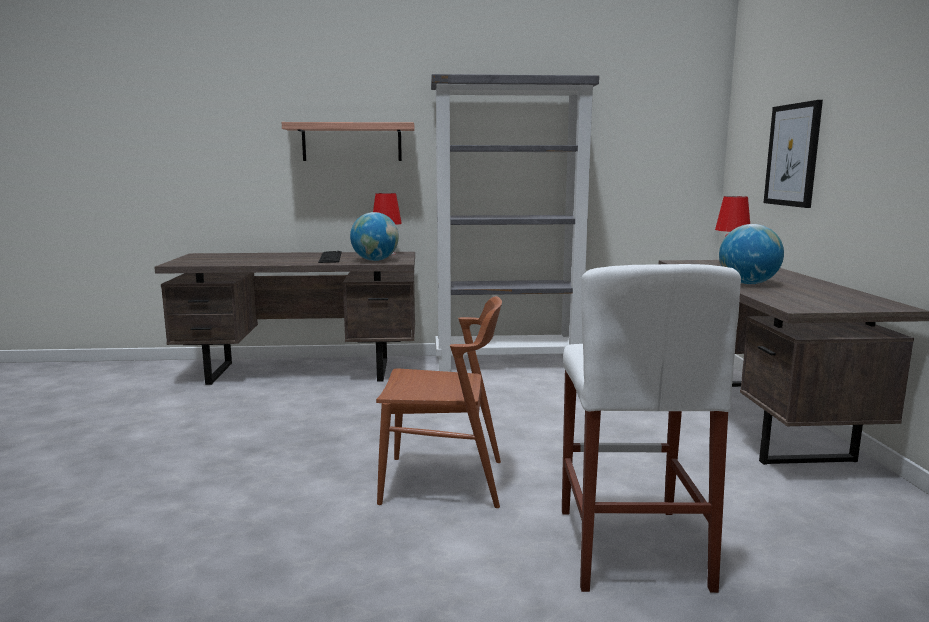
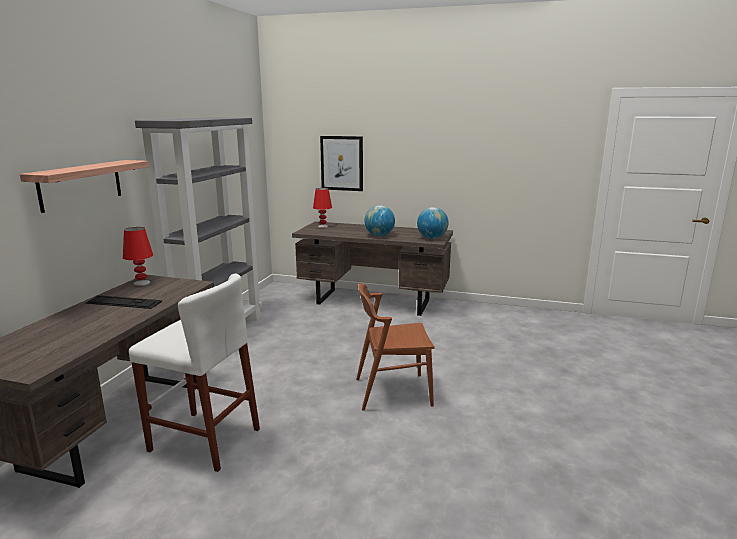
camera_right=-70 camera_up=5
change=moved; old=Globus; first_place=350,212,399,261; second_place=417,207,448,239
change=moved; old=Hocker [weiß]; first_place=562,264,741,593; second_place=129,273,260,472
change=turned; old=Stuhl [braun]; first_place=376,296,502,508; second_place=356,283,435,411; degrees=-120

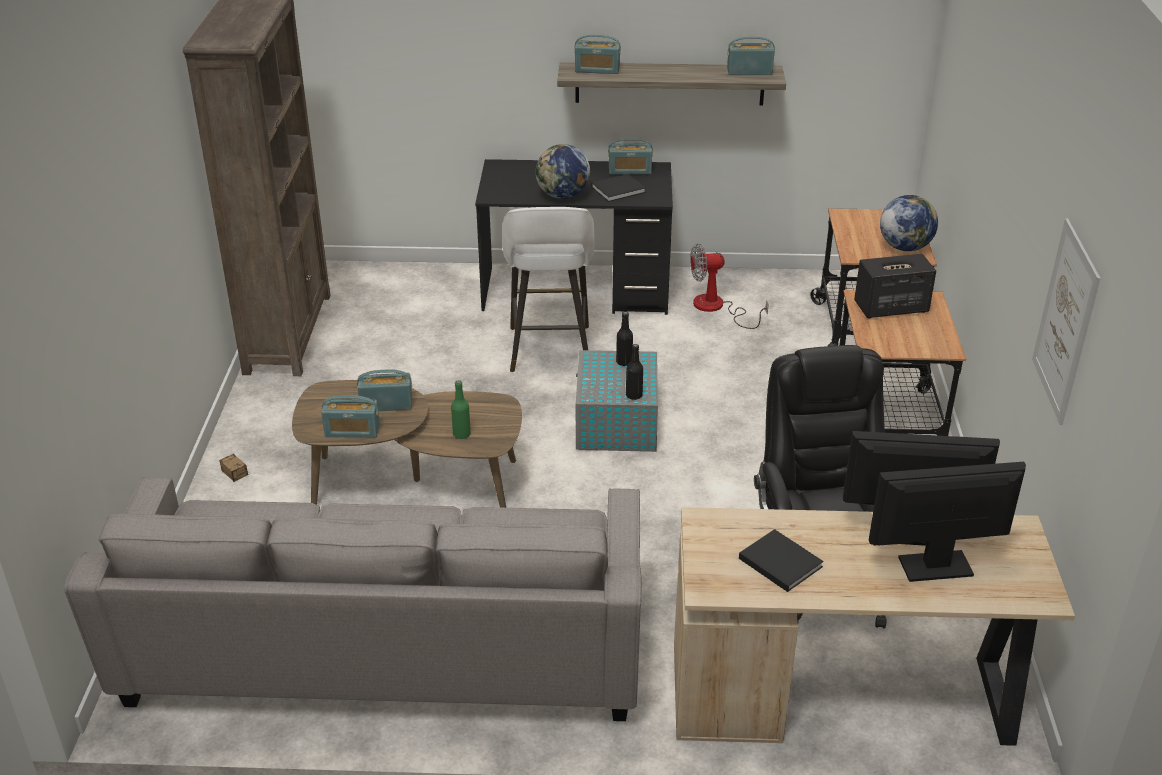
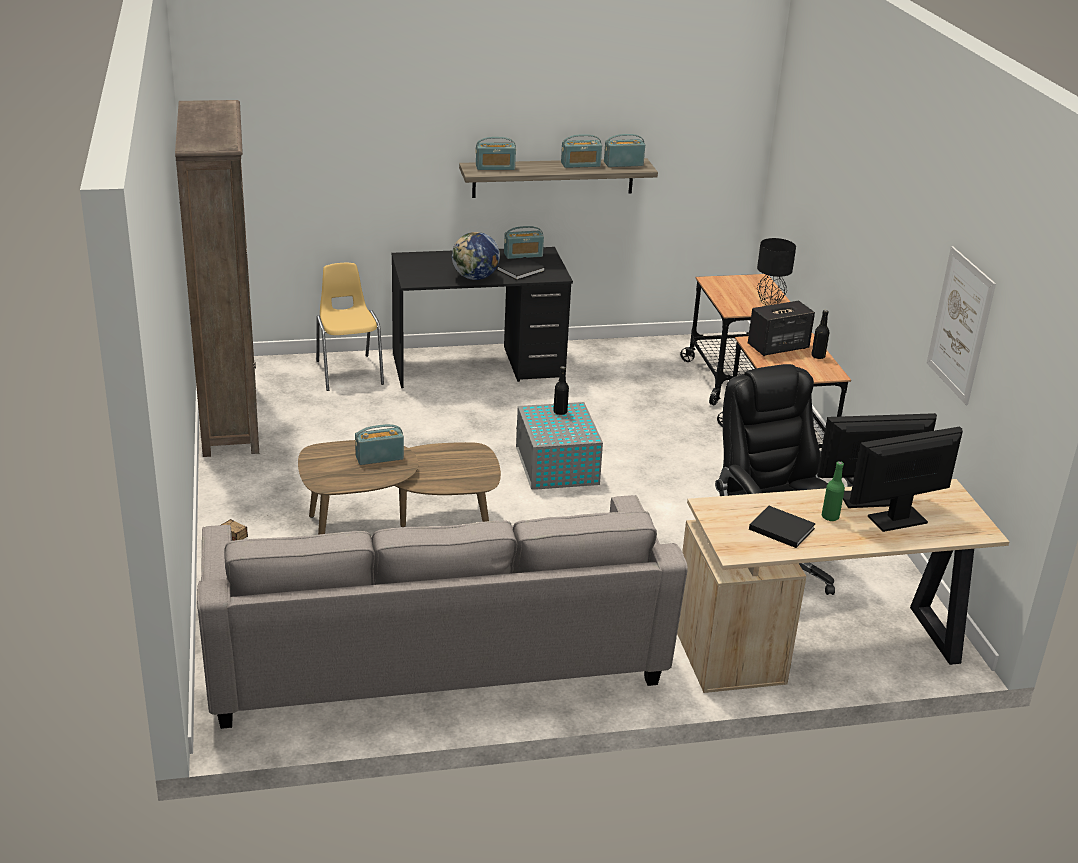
camera_right=-15 camera_up=-5
change=replaced; old=Globus; new=Tischlampe [schwarz]; first_place=880,195,938,251; second_place=757,238,796,306
change=removed; old=Hocker [weiß]; first_place=502,207,595,372
change=removed; old=Ventilator; first_place=690,244,769,329
change=moved; old=Flasche [schwarz]; first_place=626,344,643,400; second_place=811,310,829,359
change=moved; old=Flasche [grün]; first_place=451,380,471,439; second_place=822,461,845,521
change=moved; old=Radio; first_place=321,395,380,438; second_place=561,134,602,168
change=added; new=Stuhl [gelb]; second_place=316,263,384,391

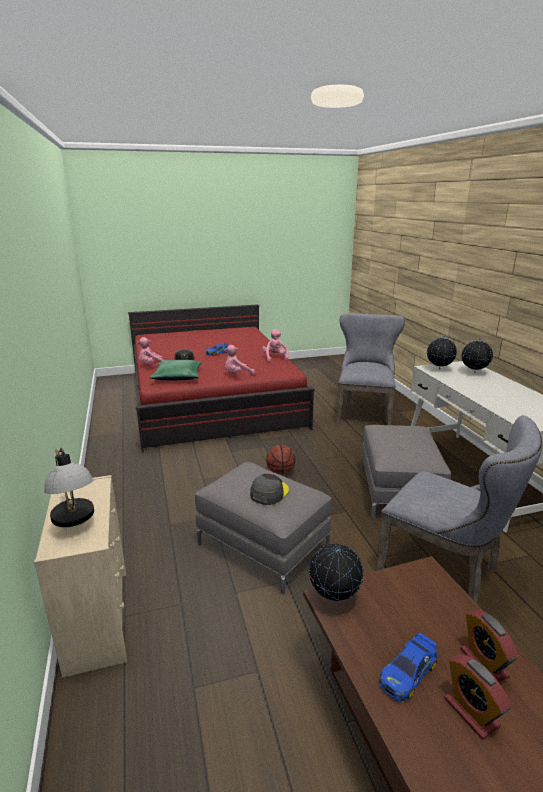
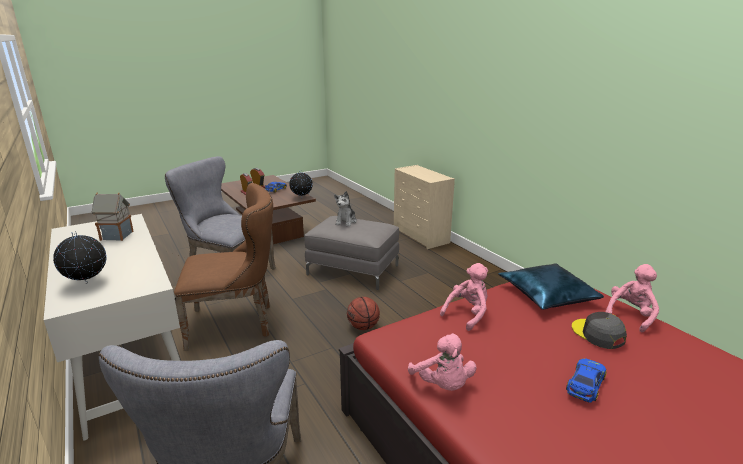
camera_right=165 camera_up=0
change=removed; old=Globus; first_place=427,335,457,369
change=recoloured; old=Kissen [grün]; new=Kissen [blau]; first_place=149,360,202,380; second_place=498,263,604,310
change=replaced; old=Polsterhocker [grau]; new=Stuhl [braun]; first_place=361,425,451,519; second_place=174,183,273,351
change=removed; old=Tischlampe; first_place=44,448,94,527
change=replaced; old=Kappe [grau]; new=Plüschtier; first_place=250,474,289,505; second_place=334,191,357,226
change=added; new=Spielzeughaus; second_place=92,192,134,241

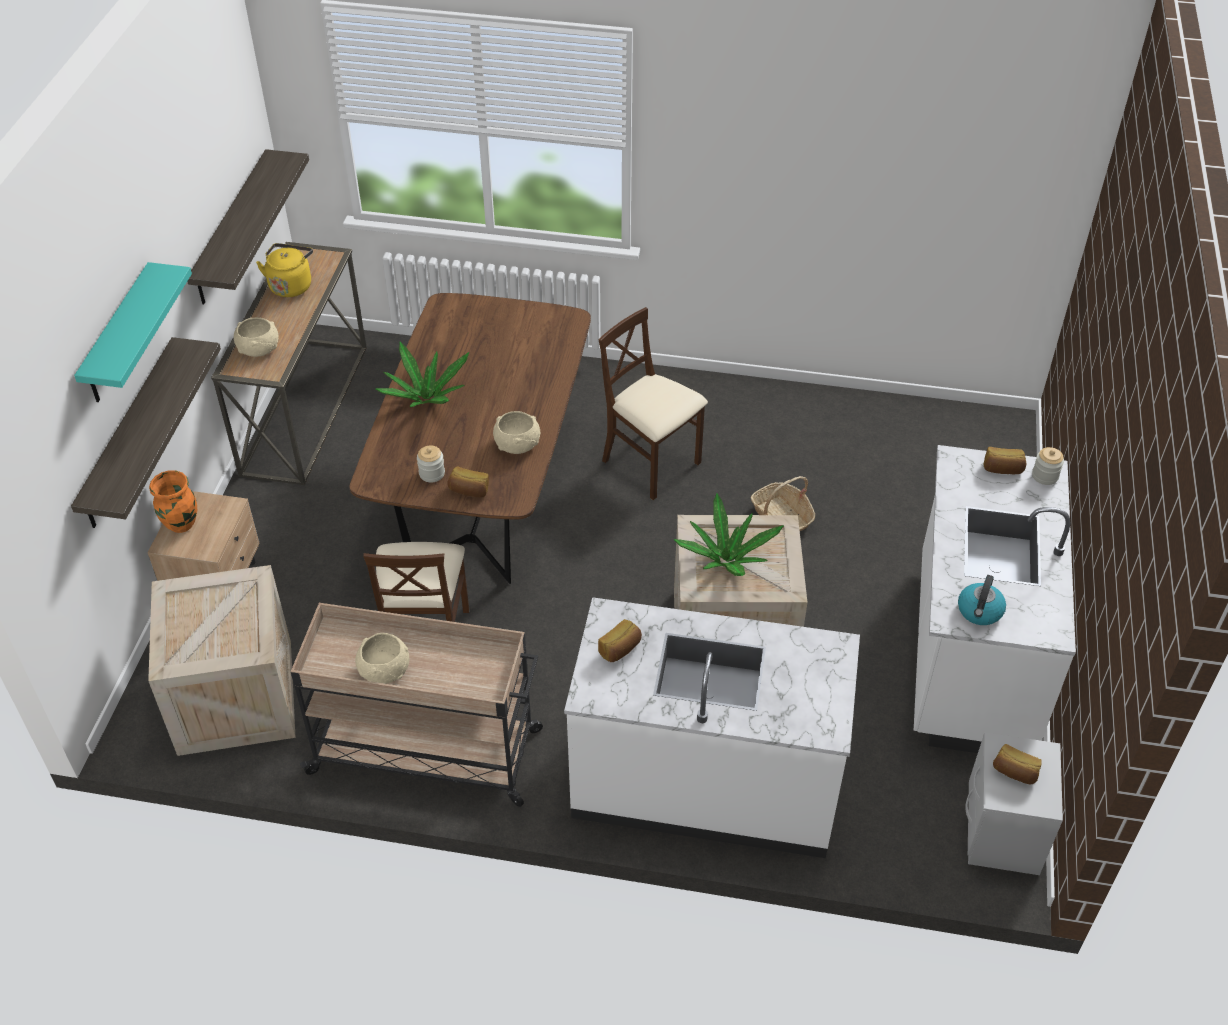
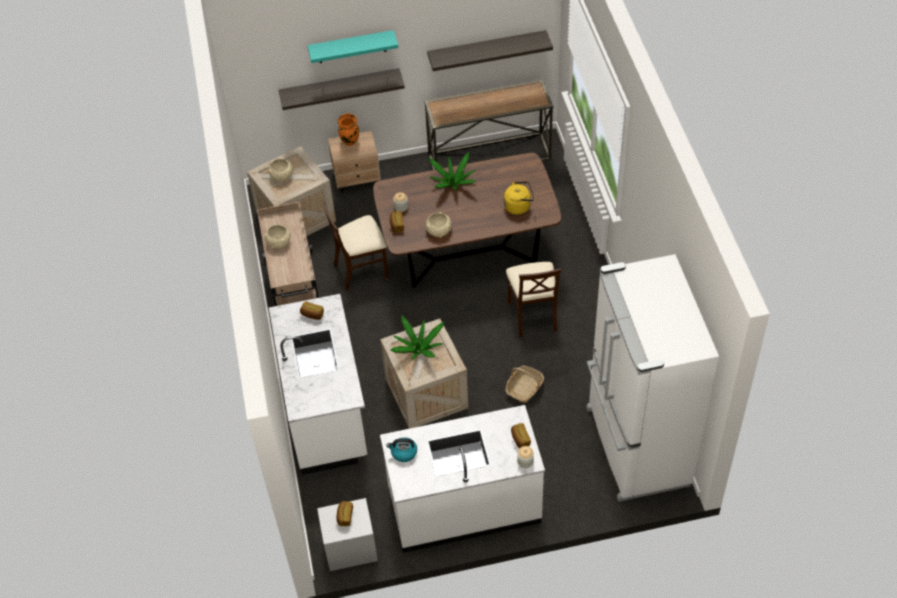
camera_right=70 camera_up=5
change=moved; old=Wasserkessel [gelb]; first_place=256,243,313,297; second_place=504,181,534,215
change=turned; old=Stuhl [beige]; first_place=598,307,708,500; second_place=506,262,561,337; degrees=150
change=moved; old=Schüssel [beige]; first_place=234,317,279,357; second_place=268,158,293,182
change=added; new=Kühlschrank [weiß]; second_place=586,254,719,502

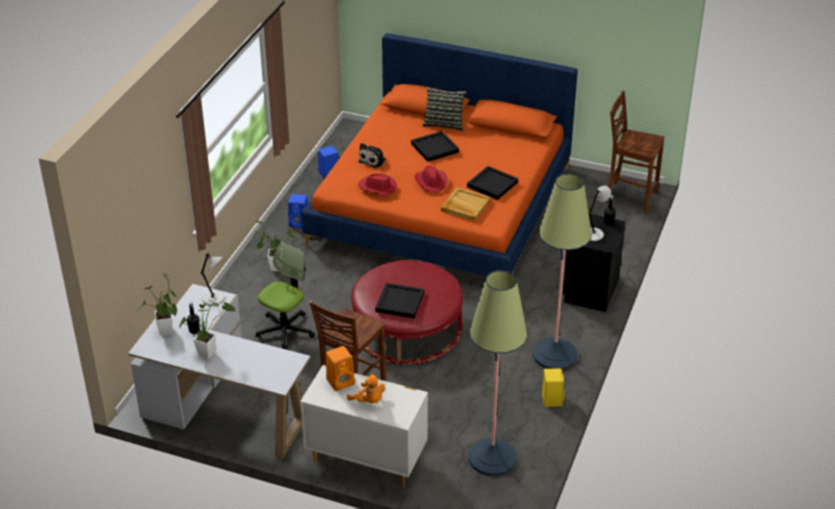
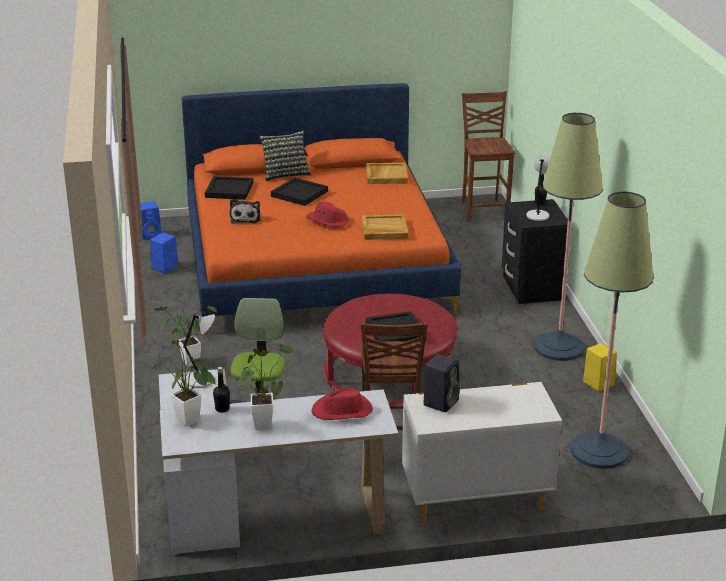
camera_right=-30 camera_up=-10
change=turned; old=Stuhl [braun]; first_place=608,91,664,213; second_place=462,91,515,222; degrees=90
change=moved; old=Tablett [schwarz]; first_place=467,166,518,200; second_place=205,176,253,200
change=moved; old=Hut [rot]; first_place=358,173,397,195; second_place=312,388,373,420
change=moved; old=Lautsprecher [blau]; first_place=288,194,308,228; second_place=140,201,162,240
change=recoloured; old=Lautsprecher [orange]; new=Lautsprecher [schwarz]; first_place=326,346,355,391; second_place=423,354,460,412
change=removed; old=Plüschtier [orange]; first_place=347,374,385,403
change=added; new=Tablett [beige]; second_place=366,163,408,184

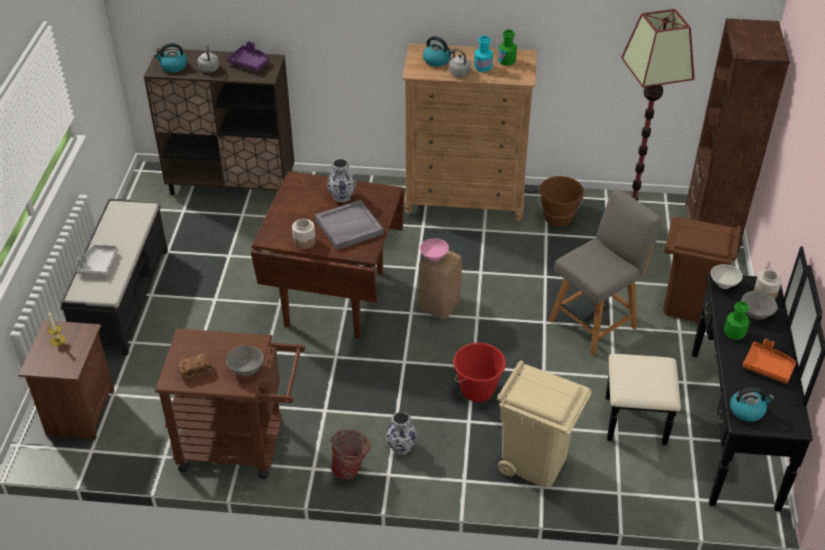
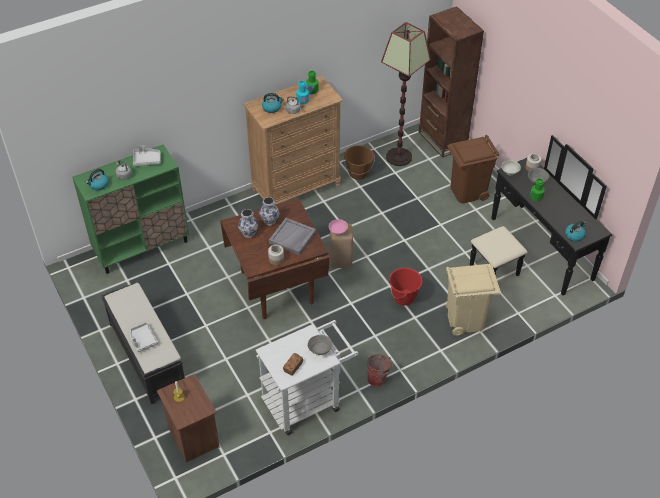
camera_right=-35 camera_up=5
change=recoloured; old=Tablett [lila]; new=Tablett [grau]; first_place=227,41,270,71; second_place=133,145,161,166
change=recoloured; old=Schrank [braun]; new=Schrank [grün]; first_place=144,48,294,195; second_place=72,145,189,274
change=removed; old=Stuhl [grau]; first_place=549,188,662,356
change=recoloured; old=Rollwagen [braun]; new=Rollwagen [weiß]; first_place=155,328,305,479; second_place=256,320,359,435
change=removed; old=Tablett [orange]; first_place=743,339,796,384
change=moved; old=Vase; first_place=386,412,416,455; second_place=238,209,258,238

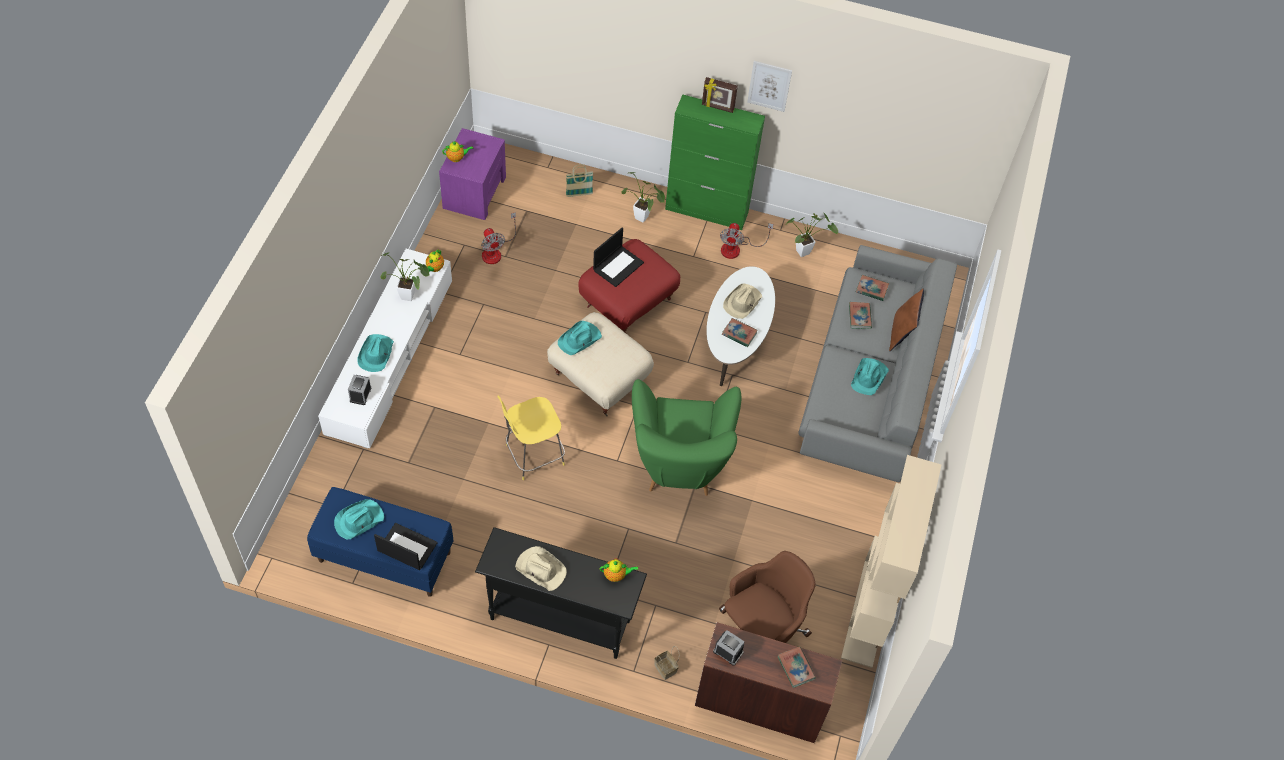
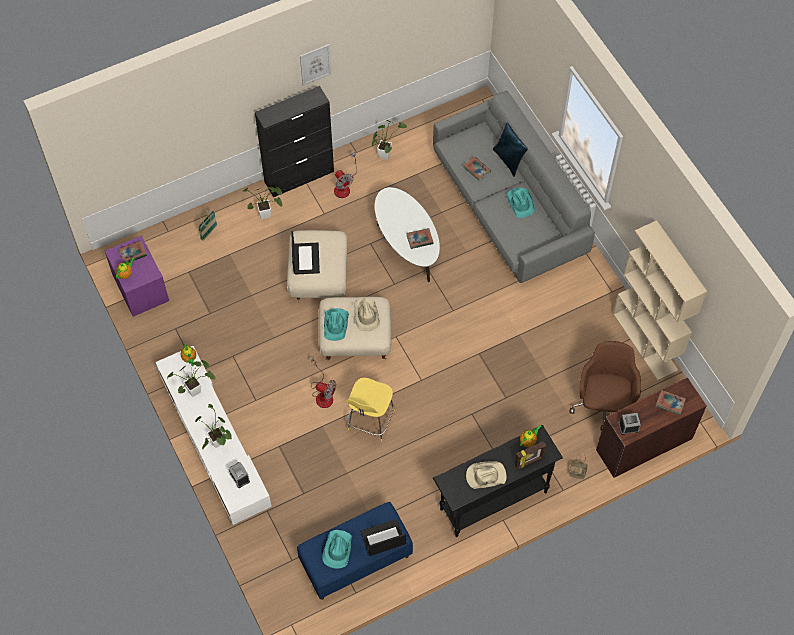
camera_right=-40 camera_up=5
change=moved; old=Bilderrahmen; first_place=702,77,738,113; second_place=515,441,546,470
change=recoloured; old=Schrank [grün]; new=Schrank [schwarz]; first_place=665,94,765,230; second_place=255,86,334,197
change=moved; old=Ventilator; first_place=481,212,516,264; second_place=311,357,336,408
change=recoloured; old=Polsterhocker [rot]; new=Polsterhocker [beige]; first_place=578,239,680,333; second_place=287,230,348,302
change=moved; old=Buch; first_place=856,275,889,301; second_place=119,241,147,263
change=moved; old=Hut [beige]; first_place=723,284,762,319; second_place=354,299,380,331
change=recoloured; old=Kissen [braun]; new=Kissen [blau]; first_place=889,289,924,351; second_place=493,122,528,177
change=replaced; old=Hut [türkis]; new=Topfpflanze; first_place=357,334,394,372; second_place=195,404,232,450
change=removed; old=Sessel [grün]; first_place=632,379,742,496

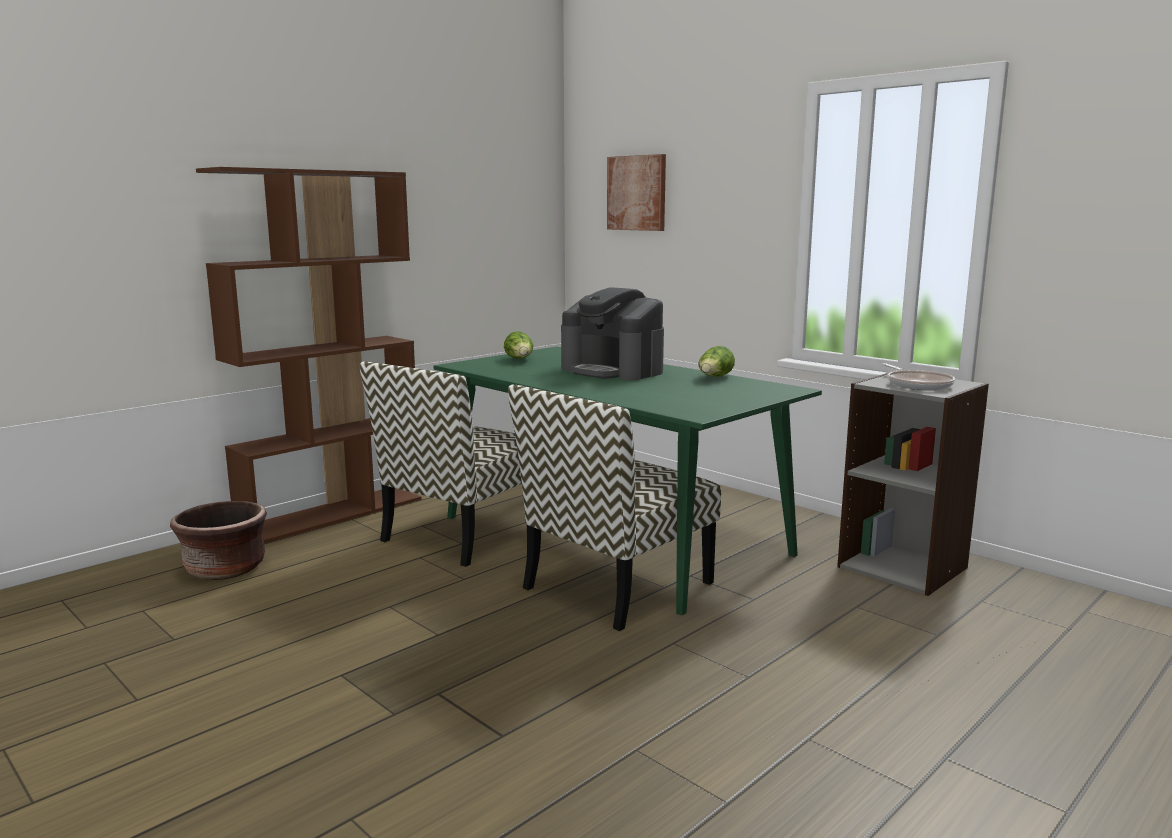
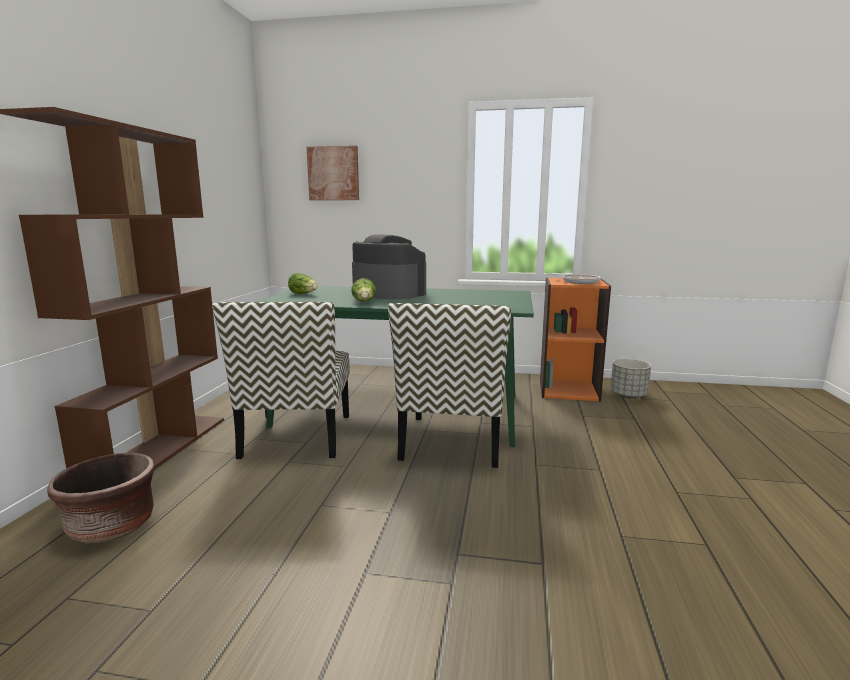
camera_right=-35 camera_up=0
change=turned; old=Kaffeemaschine; first_place=561,288,664,380; second_place=352,234,426,300; degrees=-150
change=moved; old=Salatkopf; first_place=698,346,735,377; second_place=351,278,376,302
change=recoloured; old=Bücherregal [grau]; new=Bücherregal [orange]; first_place=837,371,989,596; second_place=540,278,611,401
change=added; new=Pflanzkübel [grau]; second_place=610,359,651,398

